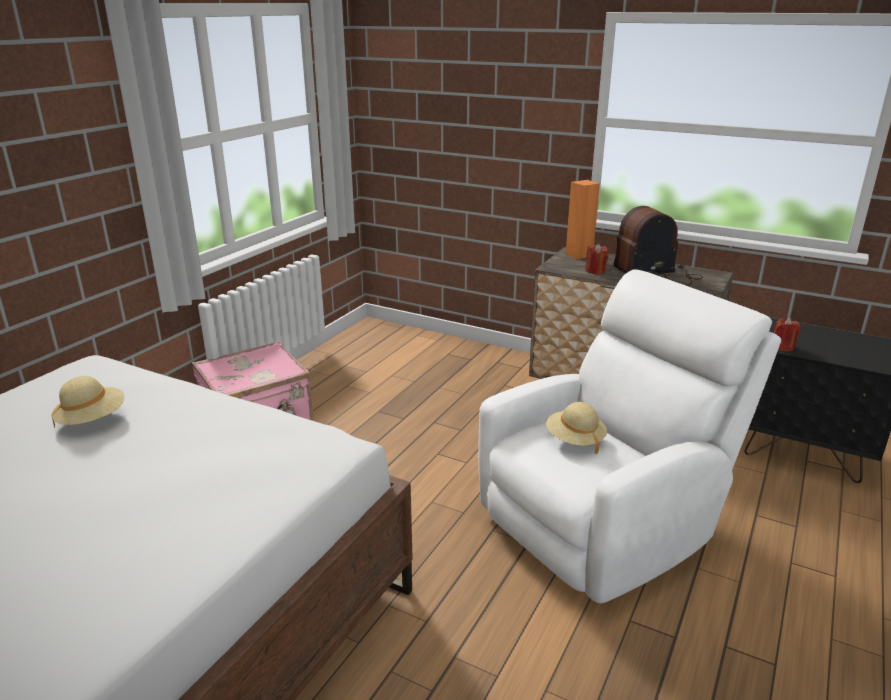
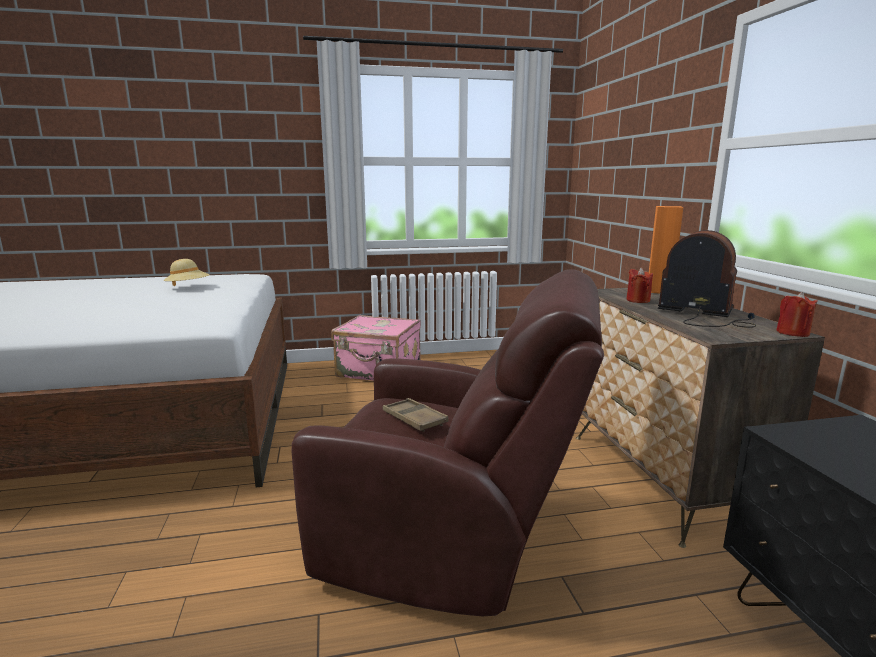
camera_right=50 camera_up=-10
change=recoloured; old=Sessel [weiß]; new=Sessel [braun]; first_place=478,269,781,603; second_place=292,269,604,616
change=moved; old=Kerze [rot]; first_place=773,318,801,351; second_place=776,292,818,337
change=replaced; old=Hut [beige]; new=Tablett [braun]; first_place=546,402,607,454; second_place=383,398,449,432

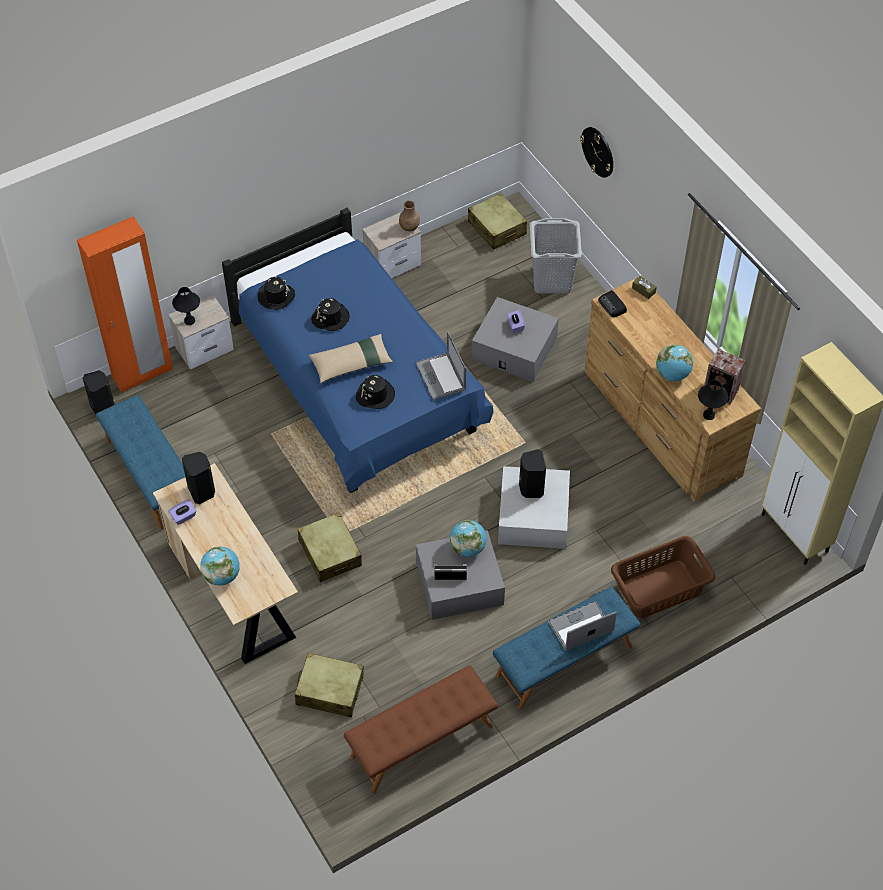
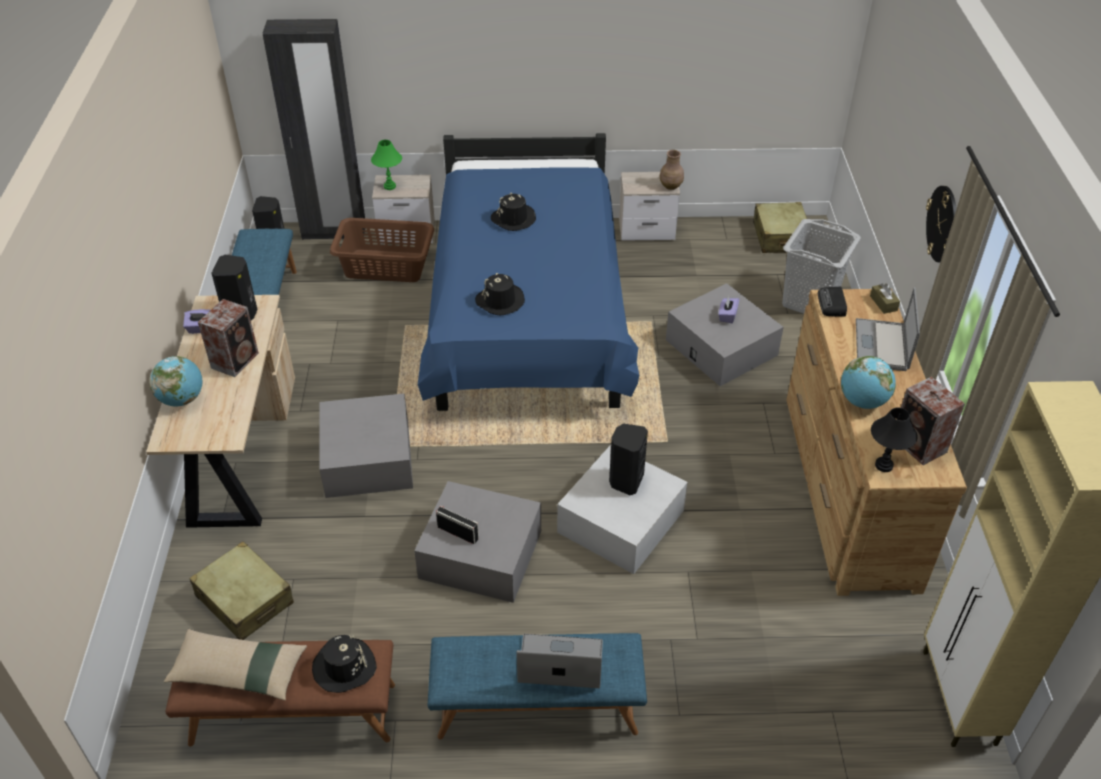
camera_right=30 camera_up=-10
change=moved; old=Wanduhr; first_place=580,127,613,178; second_place=926,186,957,262
change=recoloured; old=Kleiderschrank [orange]; new=Kleiderschrank [schwarz]; first_place=77,216,173,393; second_place=263,19,365,240
change=moved; old=Hut [schwarz]; first_place=258,276,295,310; second_place=312,635,377,693
change=recoloured; old=Tischlampe [schwarz]; new=Tischlampe [grün]; first_place=172,287,200,325; second_place=371,140,402,190
change=moved; old=Laptop; first_place=415,331,466,400; second_place=856,287,920,371
change=moved; old=Kissen [beige]; first_place=308,334,393,383; second_place=164,629,307,700
change=replaced; old=Koffer [beige]; new=Aufbewahrungsbox [grau]; first_place=297,513,362,582; second_place=319,394,413,498
change=removed; old=Globus; first_place=450,520,487,557
change=moved; old=Wäschekorb [braun]; first_place=611,536,715,618; second_place=330,218,434,282
change=added; new=Lautsprecher; second_place=198,299,259,377

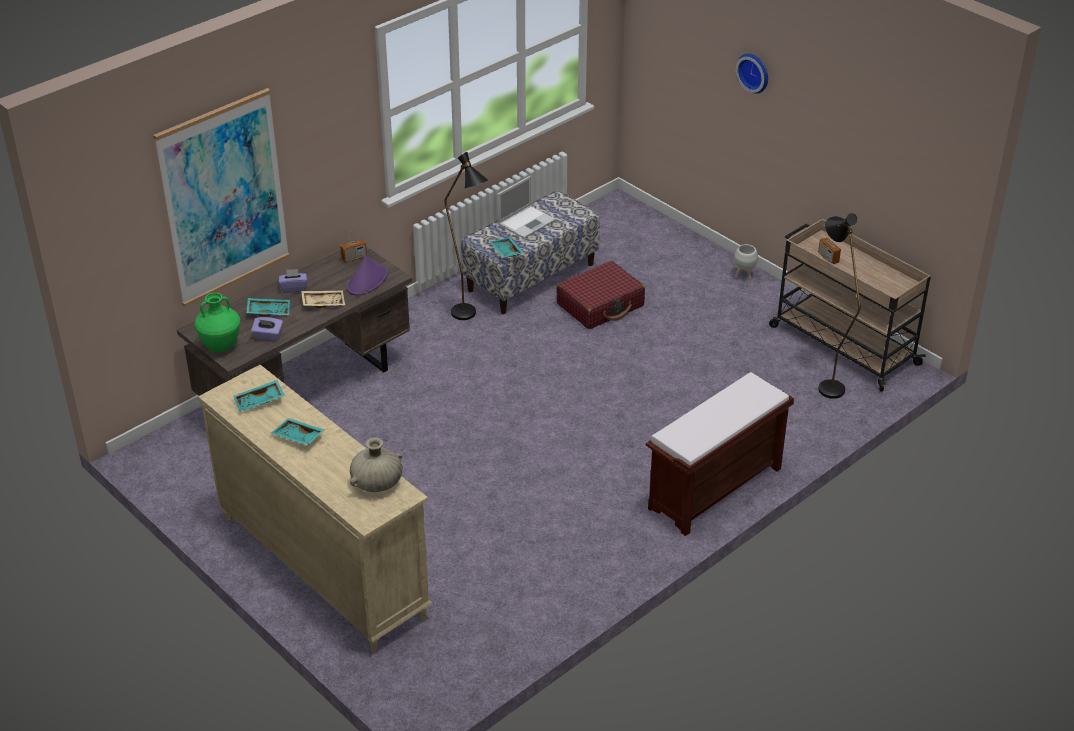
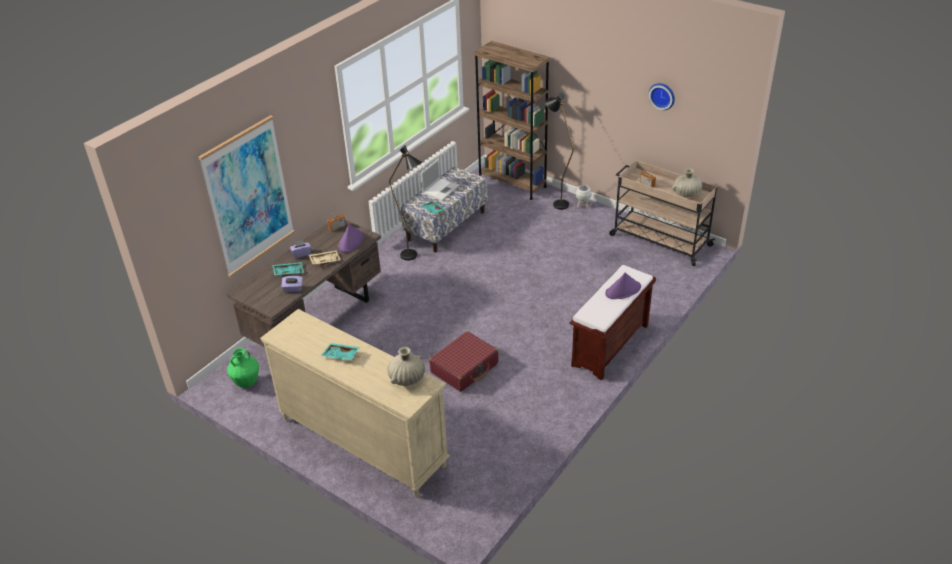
camera_right=-10 camera_up=0
change=moved; old=Wanduhr; first_place=735,54,768,94; second_place=649,83,675,110
change=moved; old=Stehlampe [schwarz]; first_place=818,213,860,399; second_place=545,92,574,210
change=moved; old=Koffer [rot]; first_place=556,261,645,329; second_place=429,331,498,392
change=moved; old=Vase [grün]; first_place=194,293,241,352; second_place=227,348,259,388
change=removed; old=Tablett [türkis]; first_place=233,380,285,412
change=added; new=Bücherregal [braun]; second_place=473,41,551,200
change=added; new=Vase [beige]; second_place=672,168,703,197
change=added; new=Hut [lila]; second_place=605,273,641,299

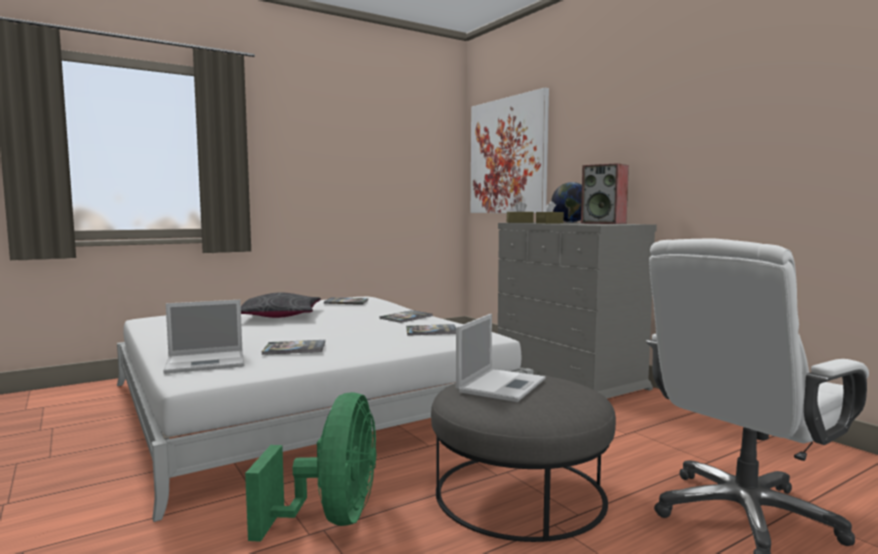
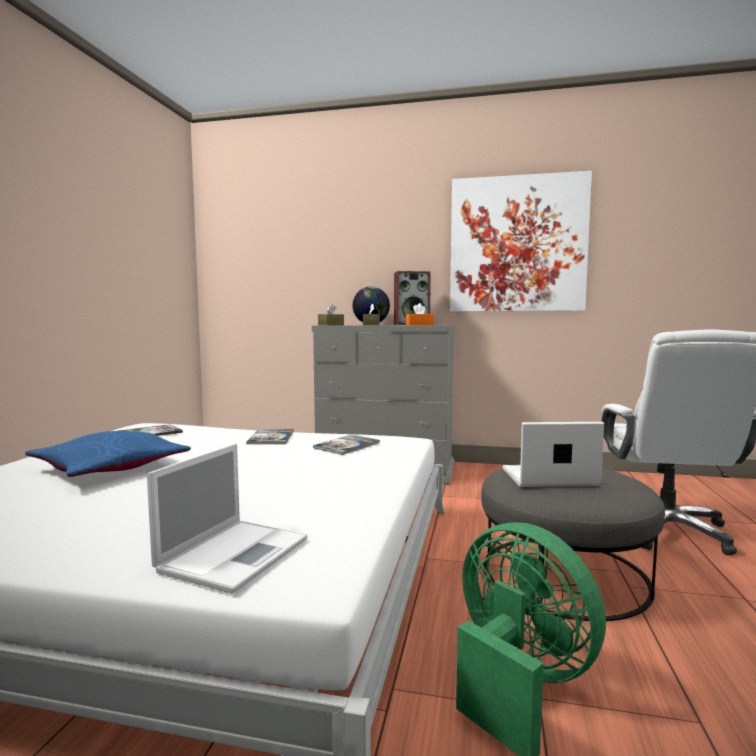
camera_right=-45 camera_up=0
change=moved; old=Bild; first_place=471,88,549,213; second_place=450,171,592,311
change=recoloured; old=Kissen [grau]; new=Kissen [blau]; first_place=241,292,321,318; second_place=25,431,191,477
change=turned; old=Laptop; first_place=456,314,545,402; second_place=503,422,604,487; degrees=-75
change=removed; old=Buch; first_place=262,340,325,355
change=added; new=Taschentuchbox [orange]; second_place=406,303,434,325

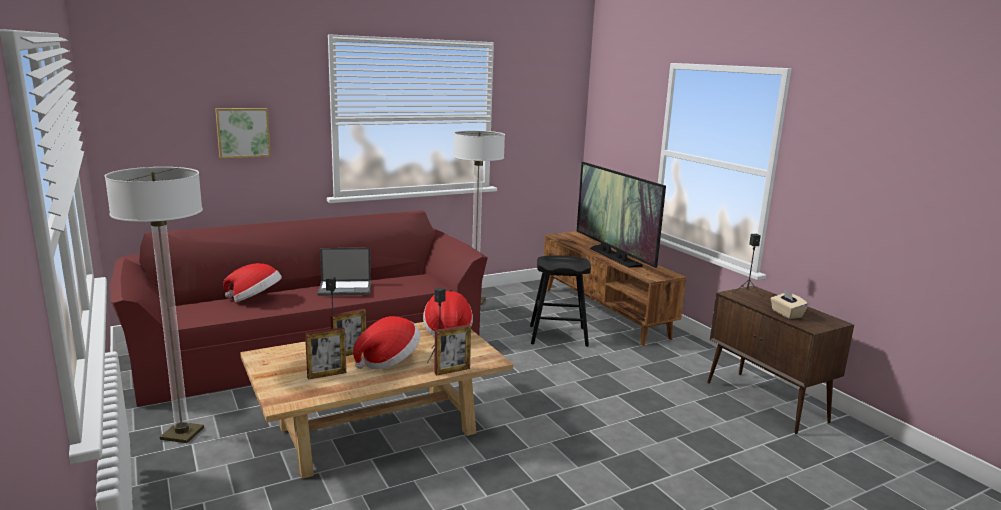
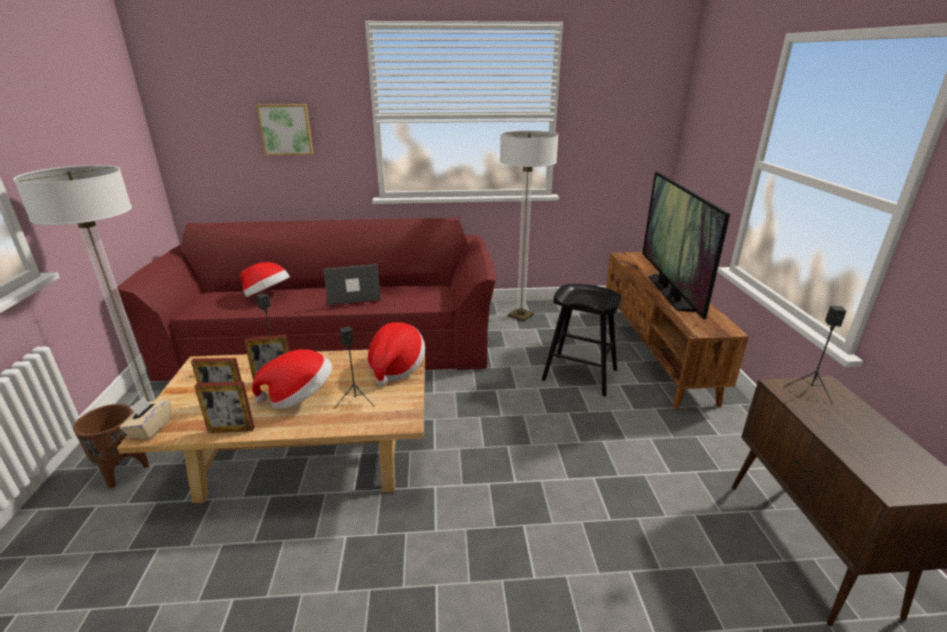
camera_right=25 camera_up=10
change=turned; old=Laptop; first_place=317,248,371,296; second_place=323,264,381,305; degrees=150
change=moved; old=Taschentuchbox [beige]; first_place=771,290,808,319; second_place=120,397,171,440
change=moved; old=Bilderrahmen; first_place=434,324,471,376; second_place=194,381,255,433
change=added; new=Pflanzkübel [braun]; second_place=73,404,149,488

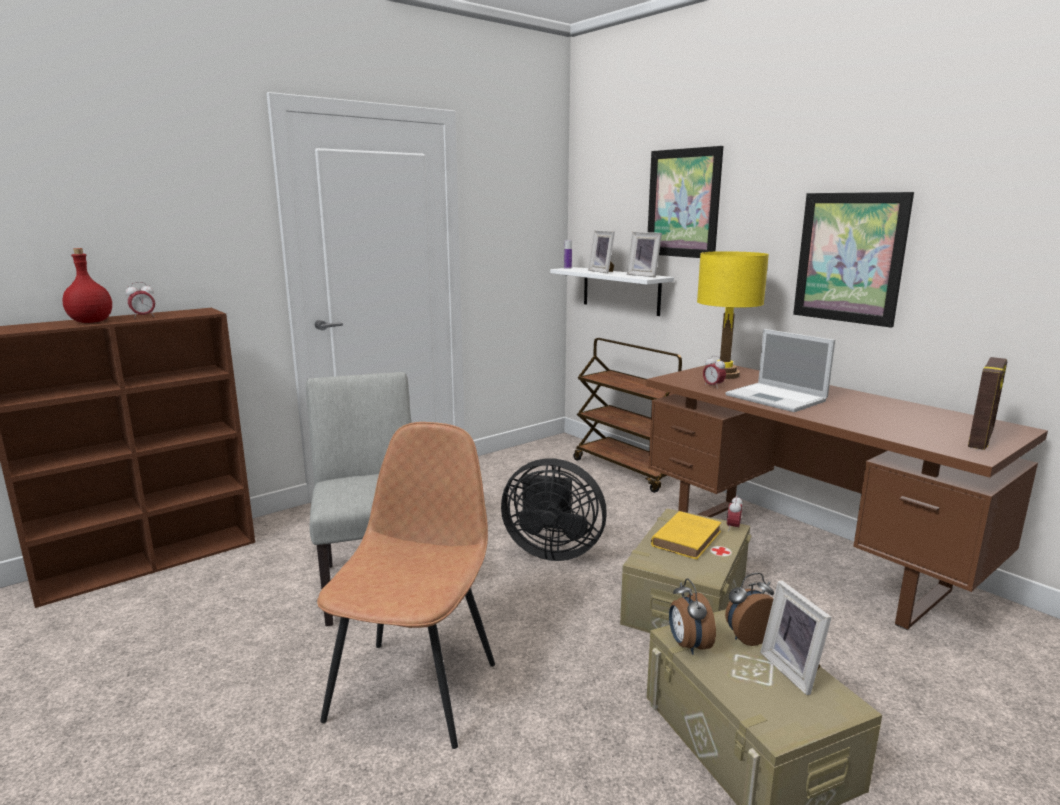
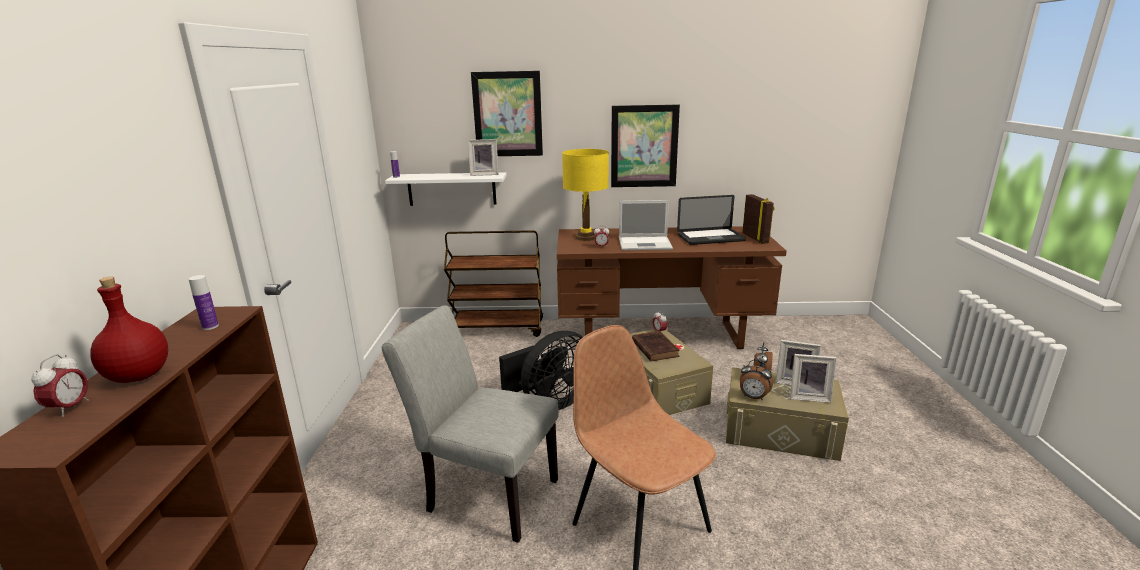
camera_right=-50 camera_up=5
change=moved; old=Bilderrahmen; first_place=588,230,615,274; second_place=790,354,837,403
change=moved; old=Wecker; first_place=126,282,155,318; second_place=31,354,89,417
change=recoloured; old=Buch [gelb]; new=Buch [braun]; first_place=651,511,721,559; second_place=632,331,680,362
change=added; new=Laptop; second_place=677,195,746,245
change=added; new=Flasche; second_place=189,275,219,330

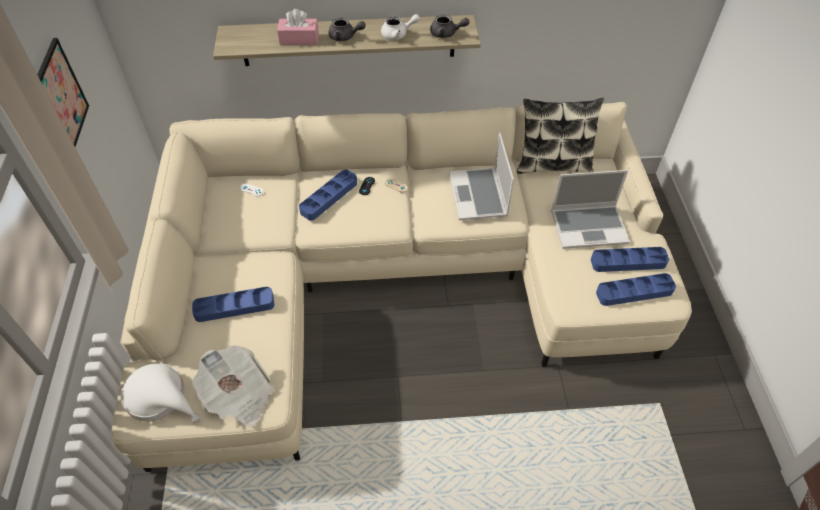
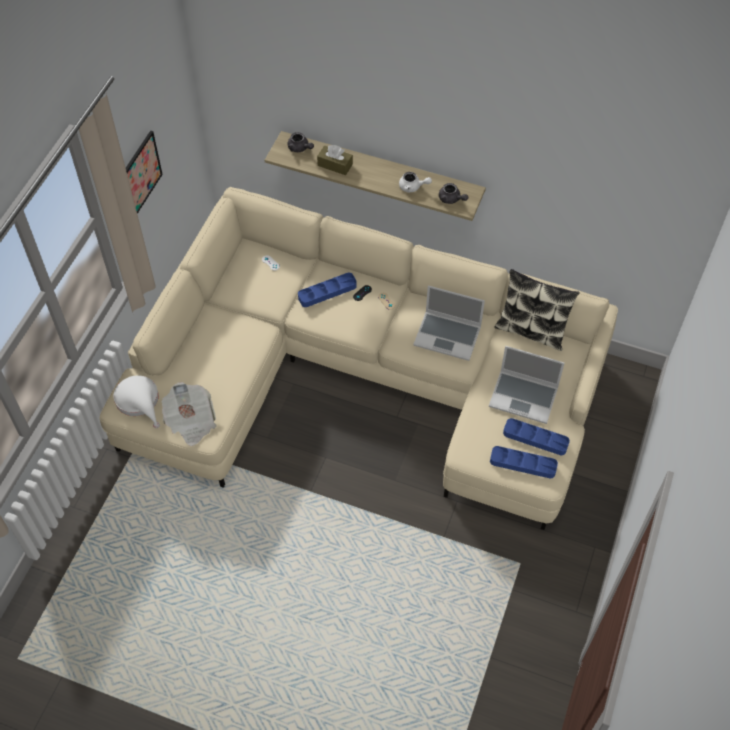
camera_right=25 camera_up=5
change=recoloured; old=Taschentuchbox [rosa]; new=Taschentuchbox [braun]; first_place=277,9,319,45; second_place=317,145,353,175
change=moved; old=Teekanne [grau]; first_place=329,17,366,41; second_place=288,132,314,152
change=turned; old=Laptop; first_place=449,132,514,220; second_place=413,285,485,361; degrees=-90
change=removed; old=Tablett [blau]; first_place=192,287,274,322

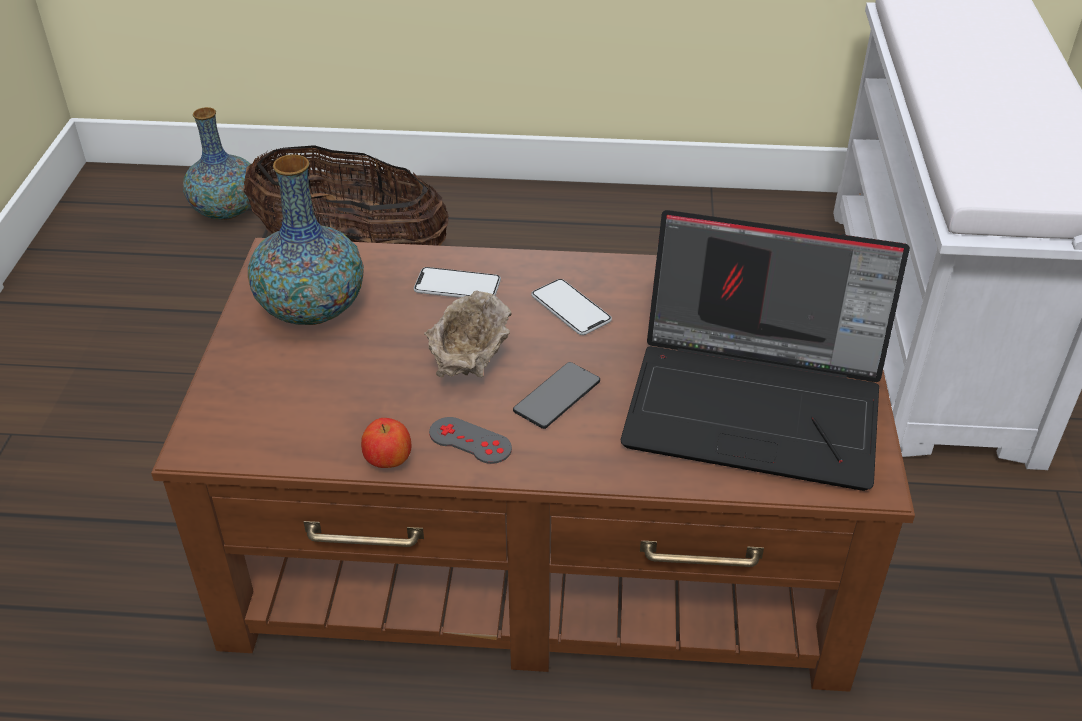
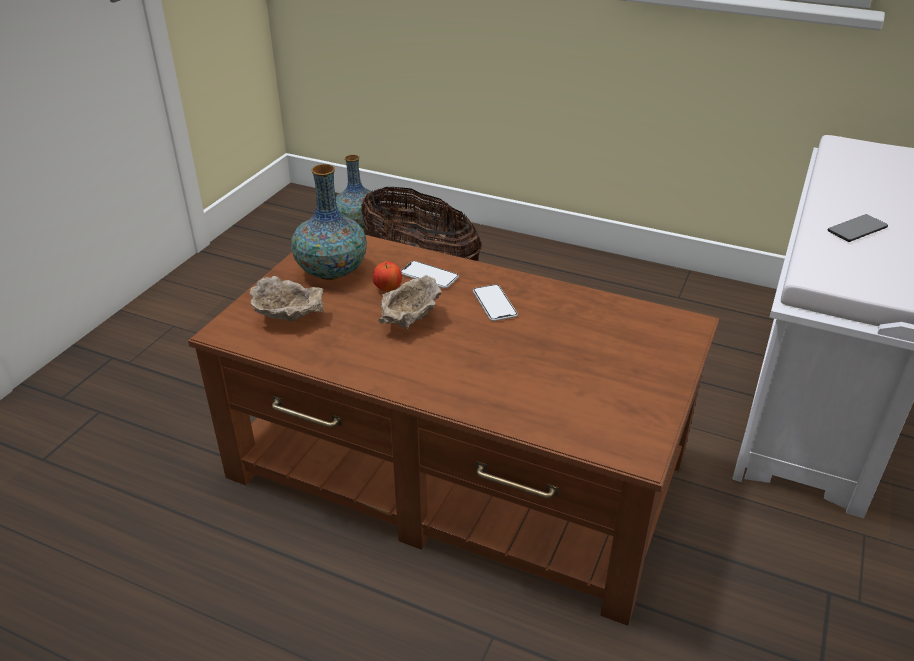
camera_right=20 camera_up=-5
change=removed; old=Laptop; first_place=621,210,910,491
change=moved; old=Handy; first_place=513,362,600,429; second_place=828,214,888,242
change=removed; old=Gamepad [grau]; first_place=429,417,512,464
change=moved; old=Apfel; first_place=361,418,411,468; second_place=373,261,402,291
change=added; new=Schüssel [beige]; second_place=249,276,324,321

